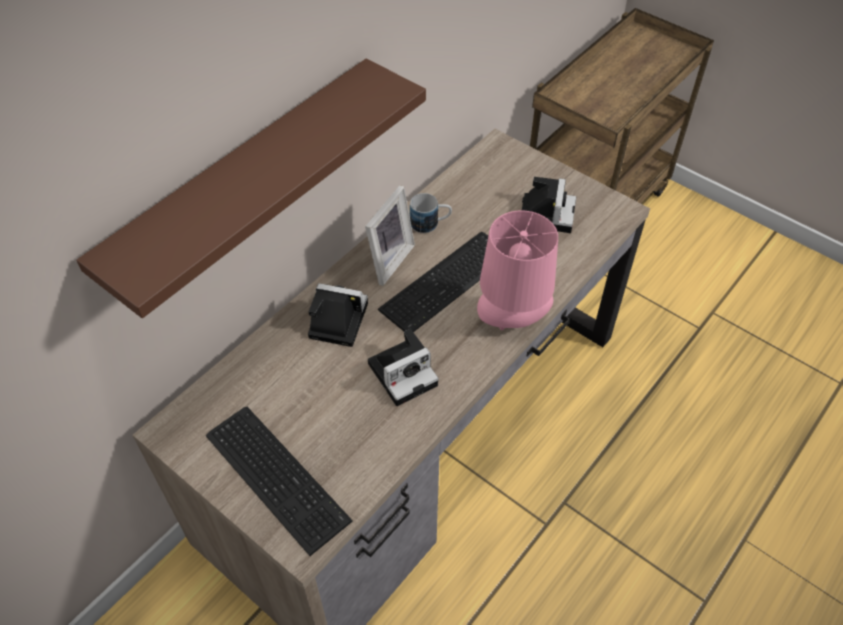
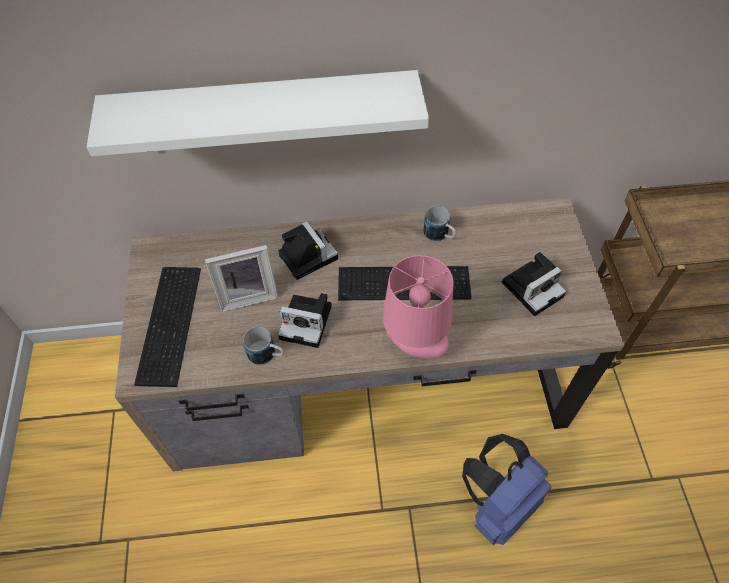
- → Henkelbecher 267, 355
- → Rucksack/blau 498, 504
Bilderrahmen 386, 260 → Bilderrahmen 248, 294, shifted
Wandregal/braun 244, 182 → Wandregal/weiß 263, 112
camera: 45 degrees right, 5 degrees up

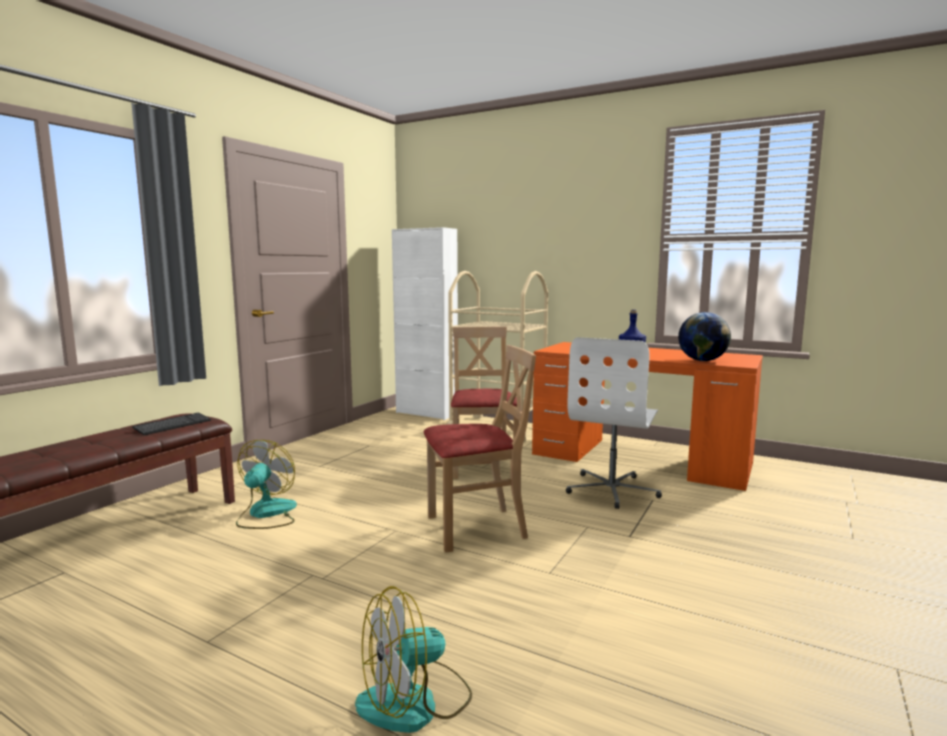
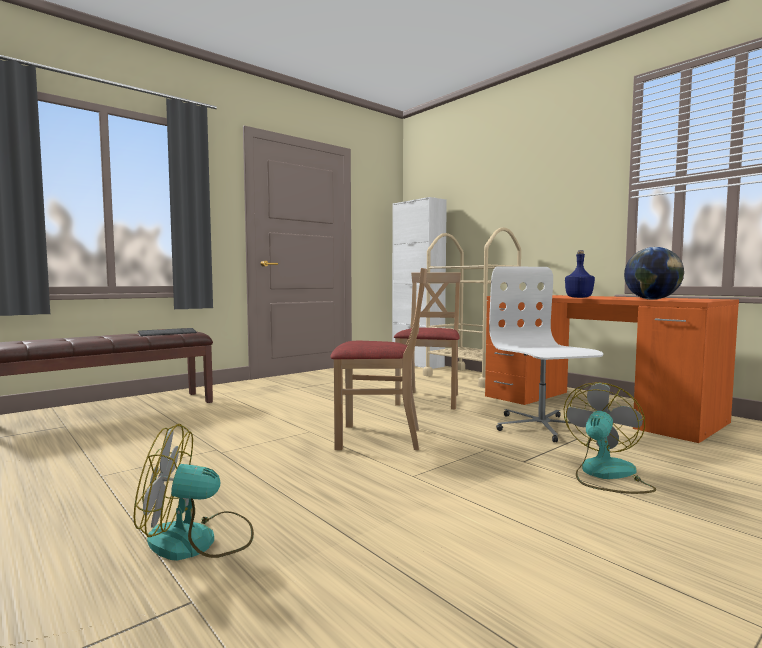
Ventilator 266, 514 → Ventilator 606, 475, shifted
Bürostuhl/weiß 612, 490 → Bürostuhl/weiß 540, 427, 120 degrees clockwise
camera: 20 degrees right, 5 degrees down

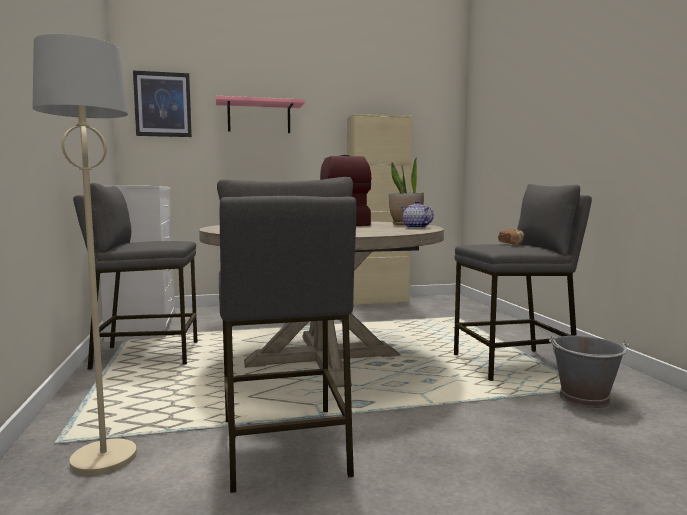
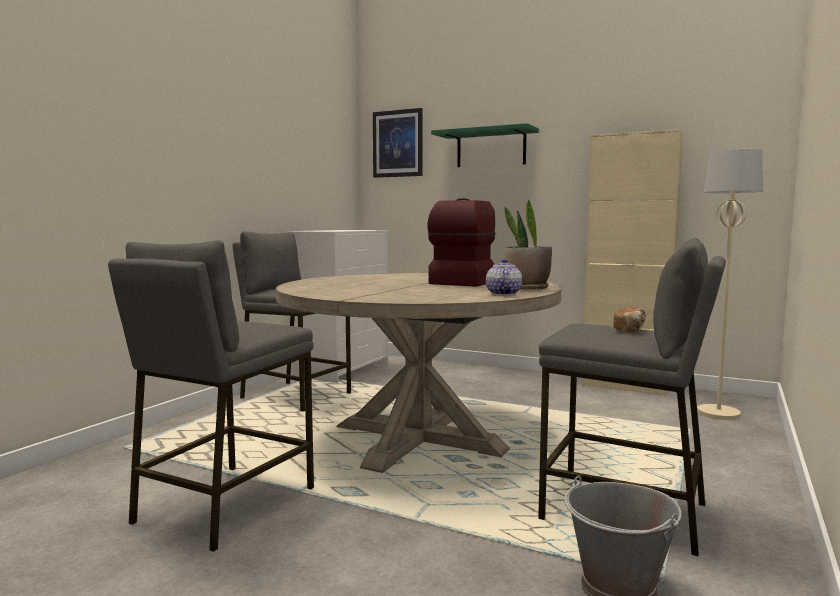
Stehlampe/beige 105, 458 → Stehlampe/beige 719, 413, shifted
Wandregal/rosa 259, 117 → Wandregal/grün 491, 148
camera: 40 degrees right, 0 degrees up

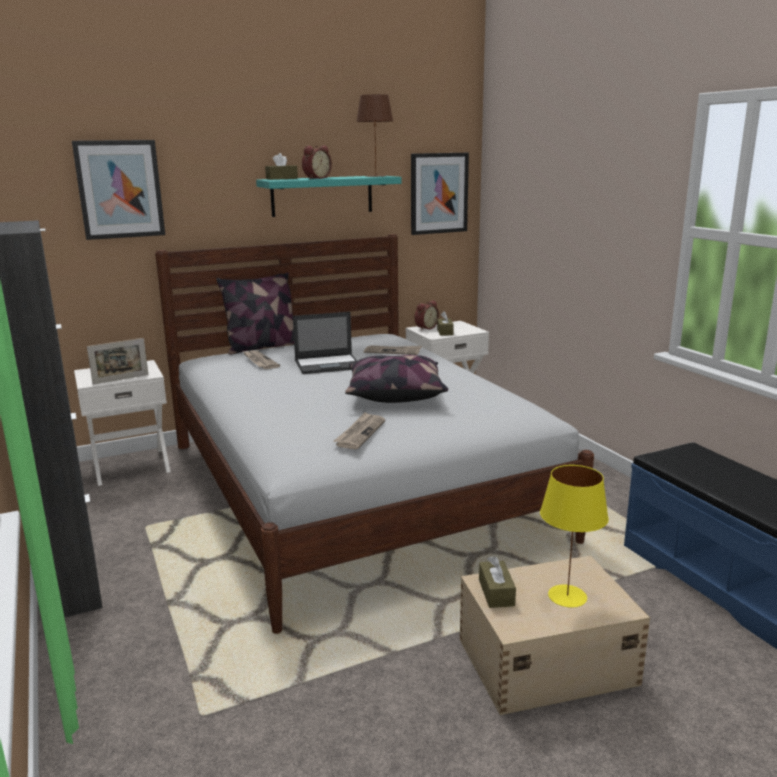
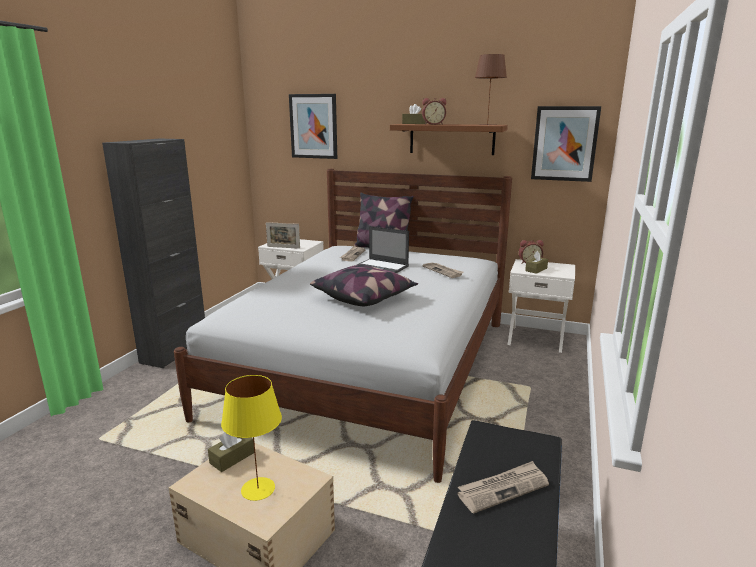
Zeitung 360, 433 → Zeitung 503, 488, shifted
Wandregal/türkis 322, 195 → Wandregal/braun 451, 139
camera: 45 degrees right, 0 degrees up

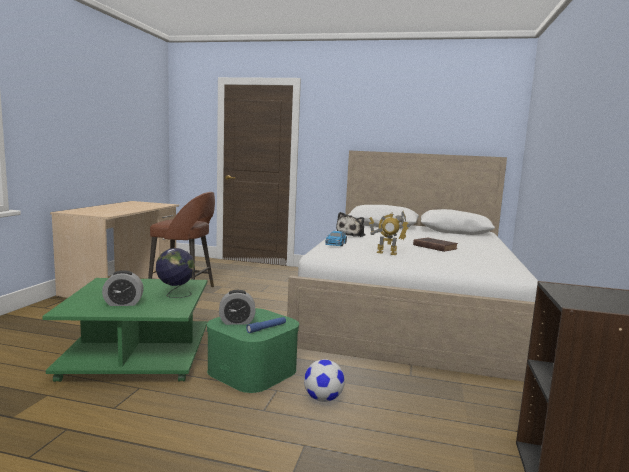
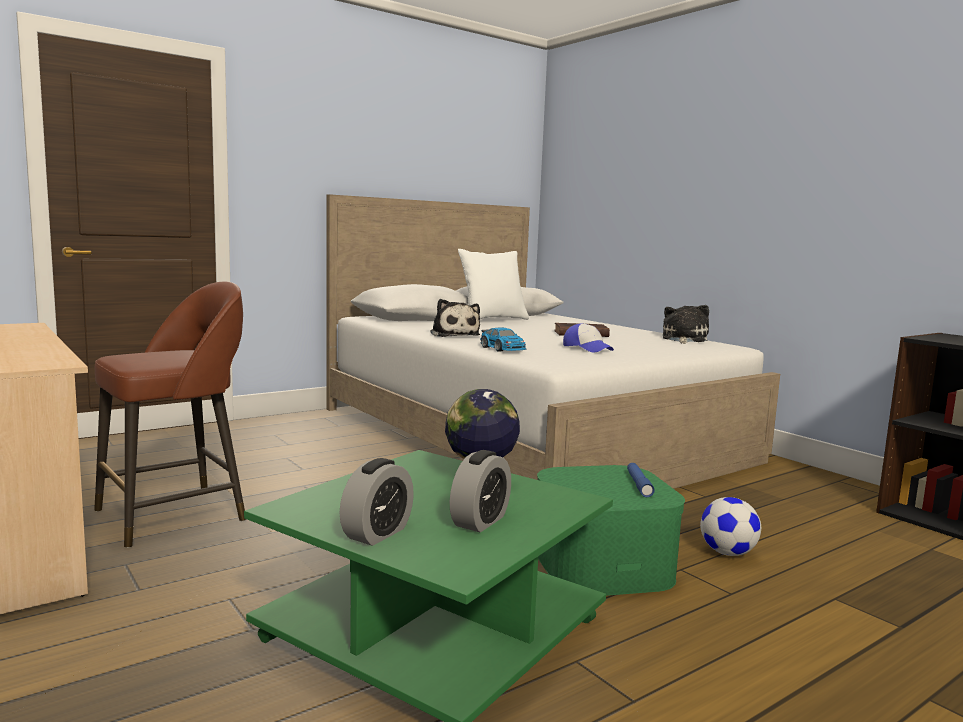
- → Kissen/weiß 492, 320
- → Plüschtier 683, 339
Wecker 237, 322 → Wecker 377, 533, shifted
Spielzeugroboter 386, 253 → Kappe 587, 348
camera: 50 degrees left, 0 degrees up

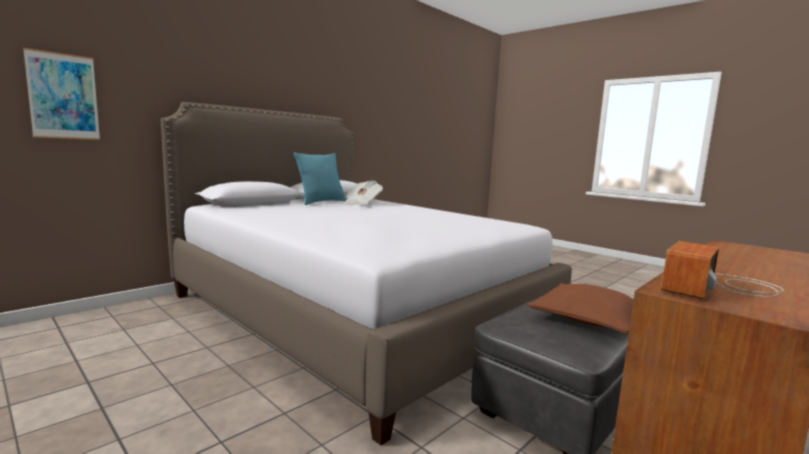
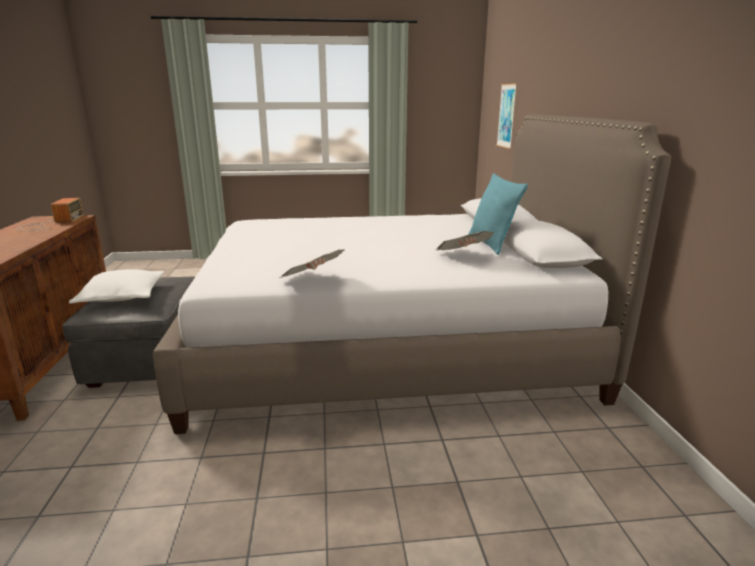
- → Zeitung 312, 280
Kissen/braun 587, 319 → Kissen/weiß 122, 296
camera: 130 degrees right, 10 degrees up

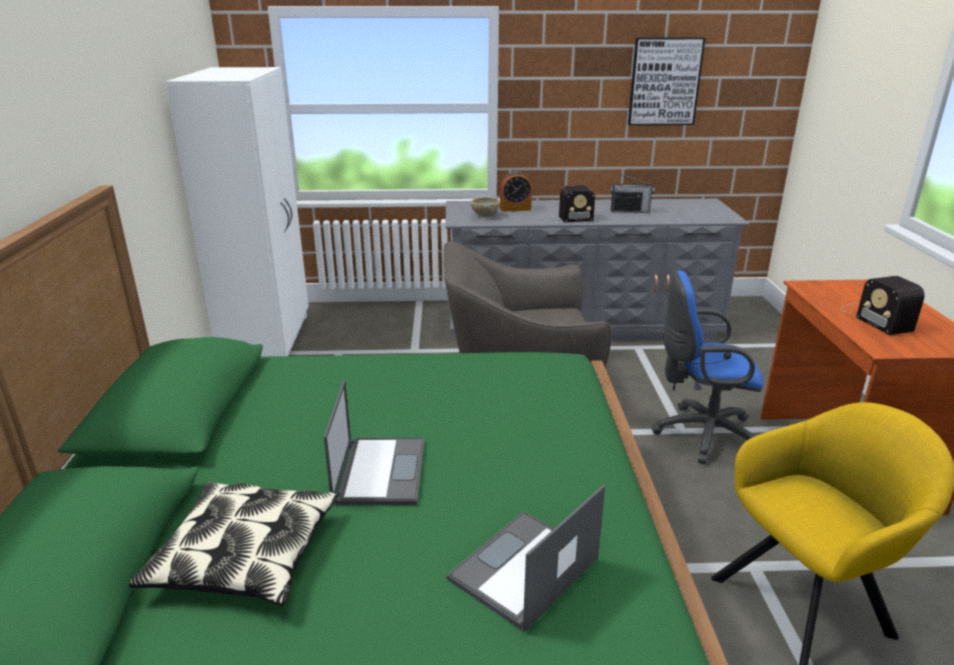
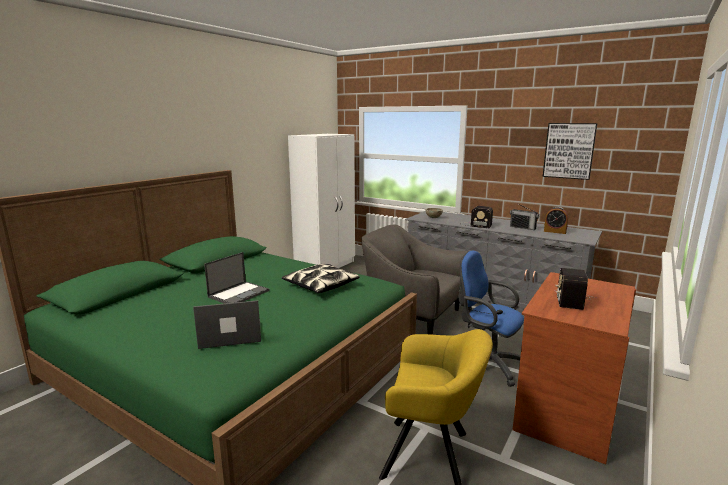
Kissen 244, 555 → Kissen 320, 285, shifted
Wecker 515, 209 → Wecker 555, 231, shifted
camera: 35 degrees right, 10 degrees down

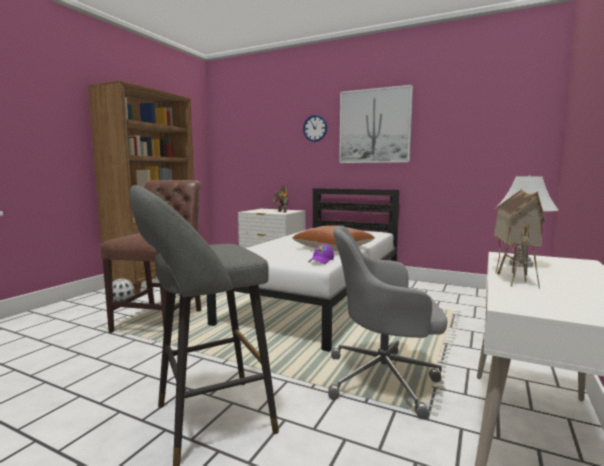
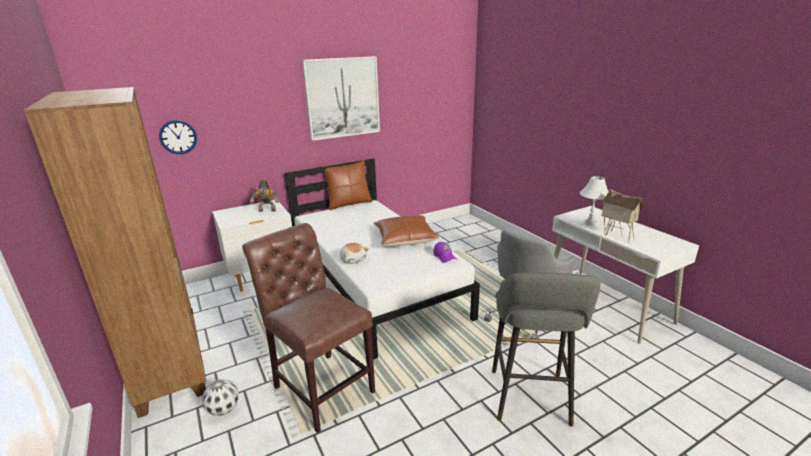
- → Kissen/braun 348, 204
- → Plüschtier 353, 259
Wanduhr 315, 128 → Wanduhr 178, 137, shifted
camera: 55 degrees left, 15 degrees up

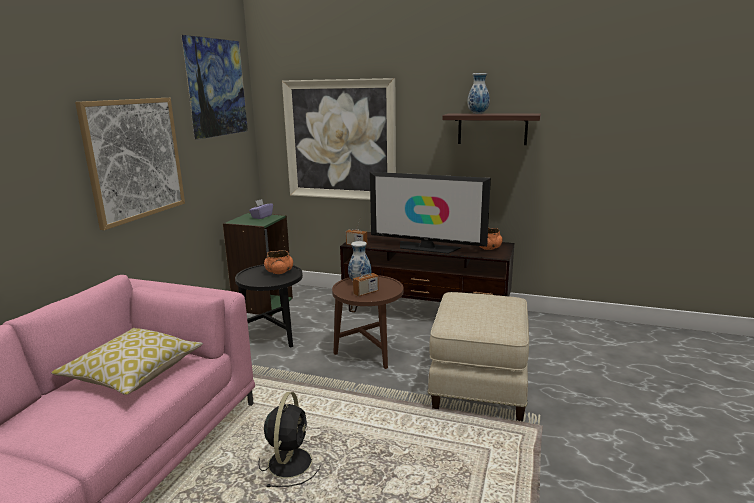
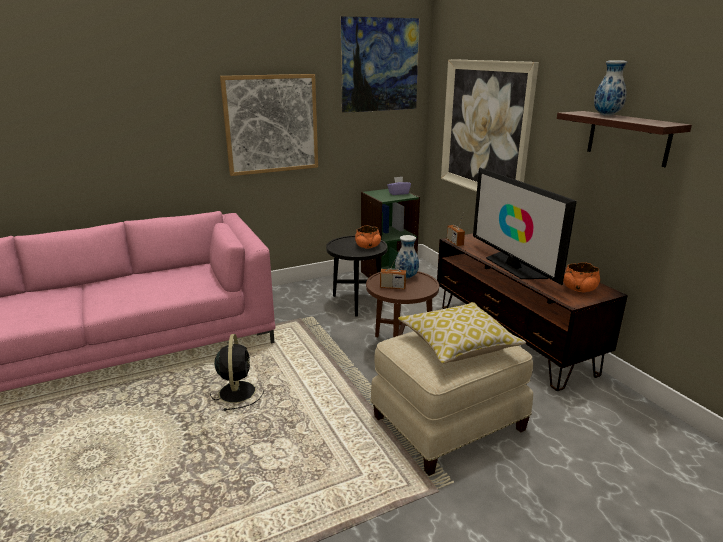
Kissen 134, 373 → Kissen 458, 344, shifted
Ventilator/schwarz 290, 461 → Ventilator/schwarz 237, 391, 60 degrees counterclockwise
camera: 45 degrees right, 5 degrees up

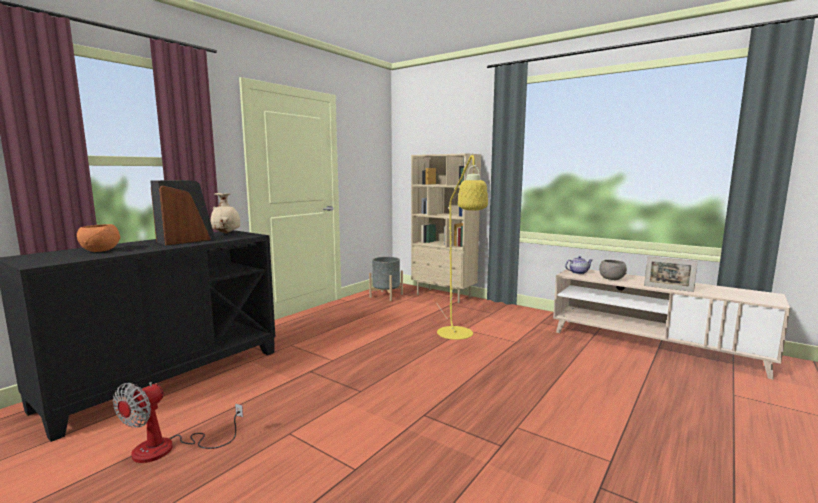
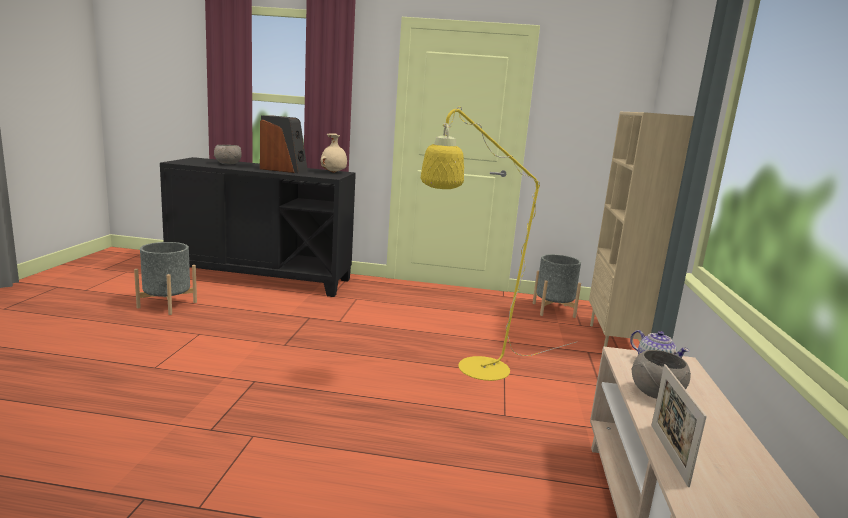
Ventilator 168, 448 → Pflanzkübel/grau 167, 305
Schüssel/orange 101, 250 → Schüssel/grau 228, 164
camera: 60 degrees right, 5 degrees up

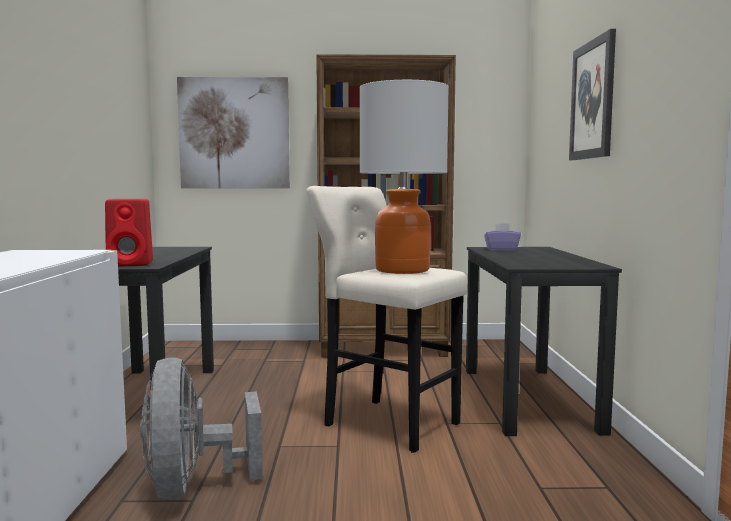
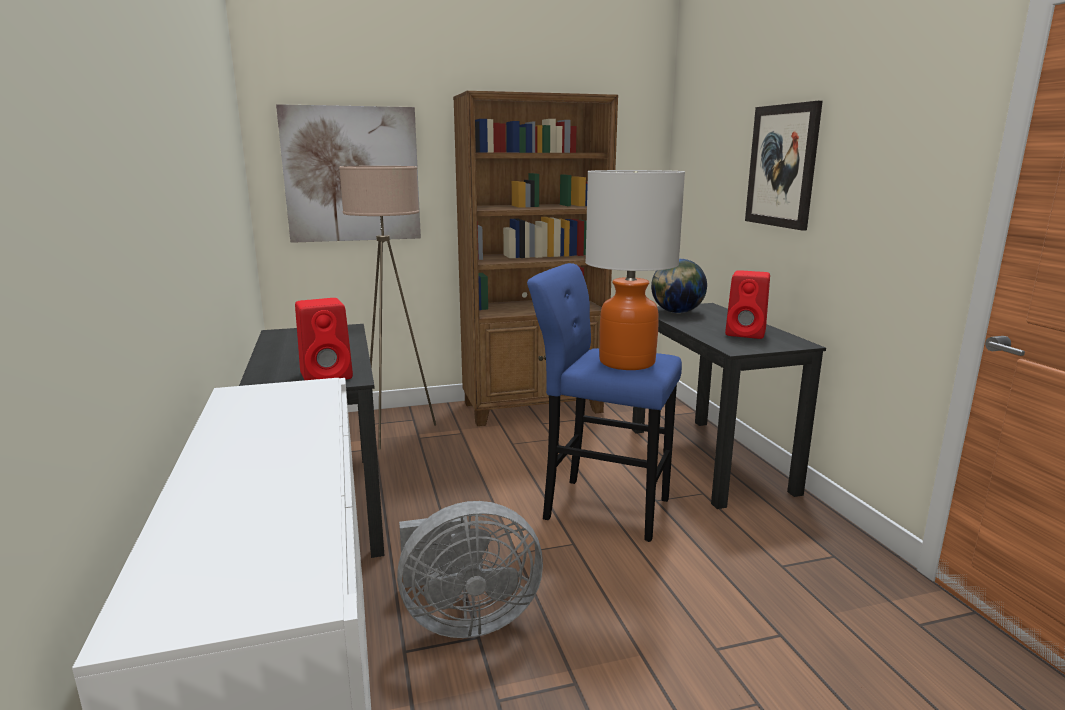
- → Stehlampe/beige 394, 432
- → Lautsprecher/rot 747, 333
Taschentuchbox/lila 501, 249 → Globus 677, 312
Hocker/beige 386, 422 → Hocker/blau 600, 507
Ventilator/grau 192, 486 → Ventilator/grau 465, 619, 75 degrees counterclockwise
camera: 15 degrees left, 10 degrees up

